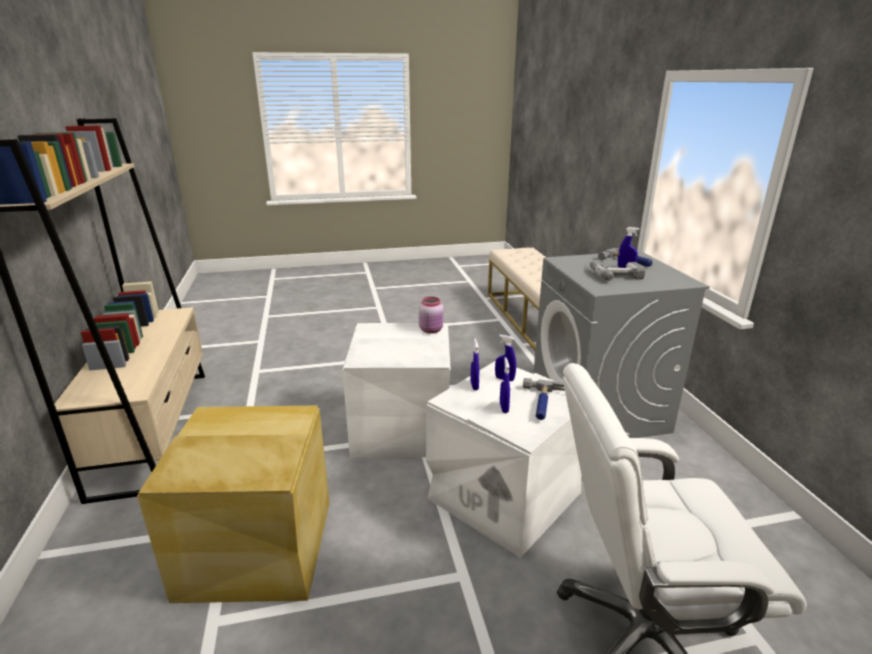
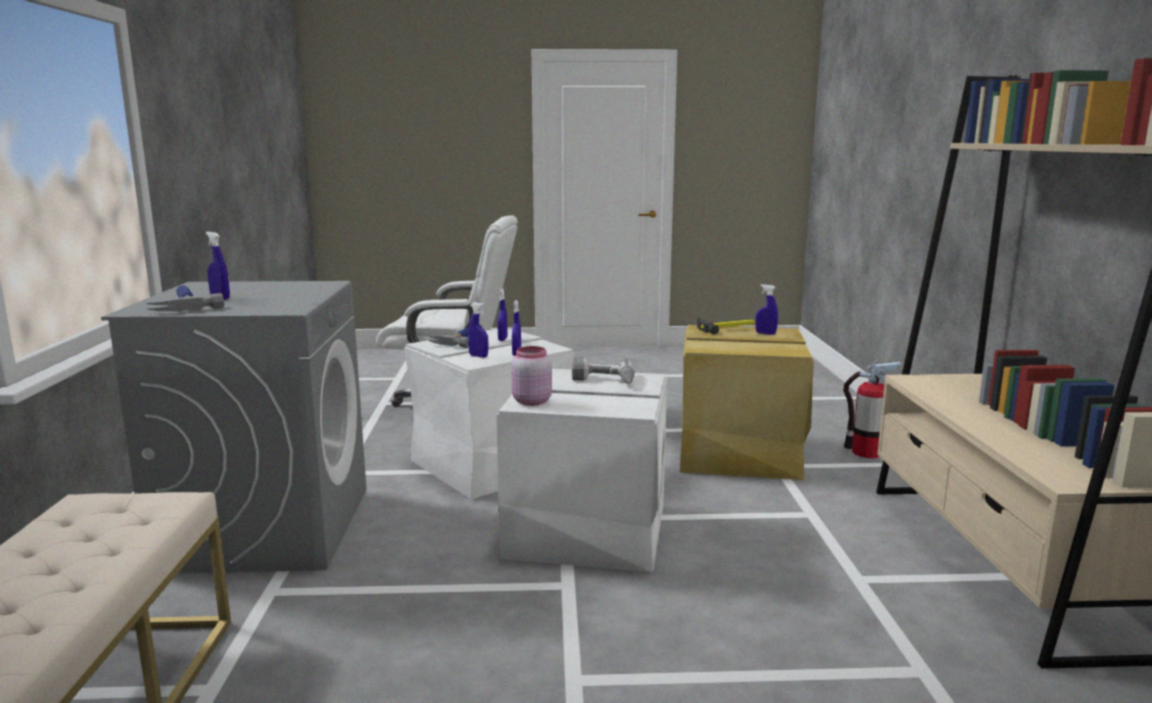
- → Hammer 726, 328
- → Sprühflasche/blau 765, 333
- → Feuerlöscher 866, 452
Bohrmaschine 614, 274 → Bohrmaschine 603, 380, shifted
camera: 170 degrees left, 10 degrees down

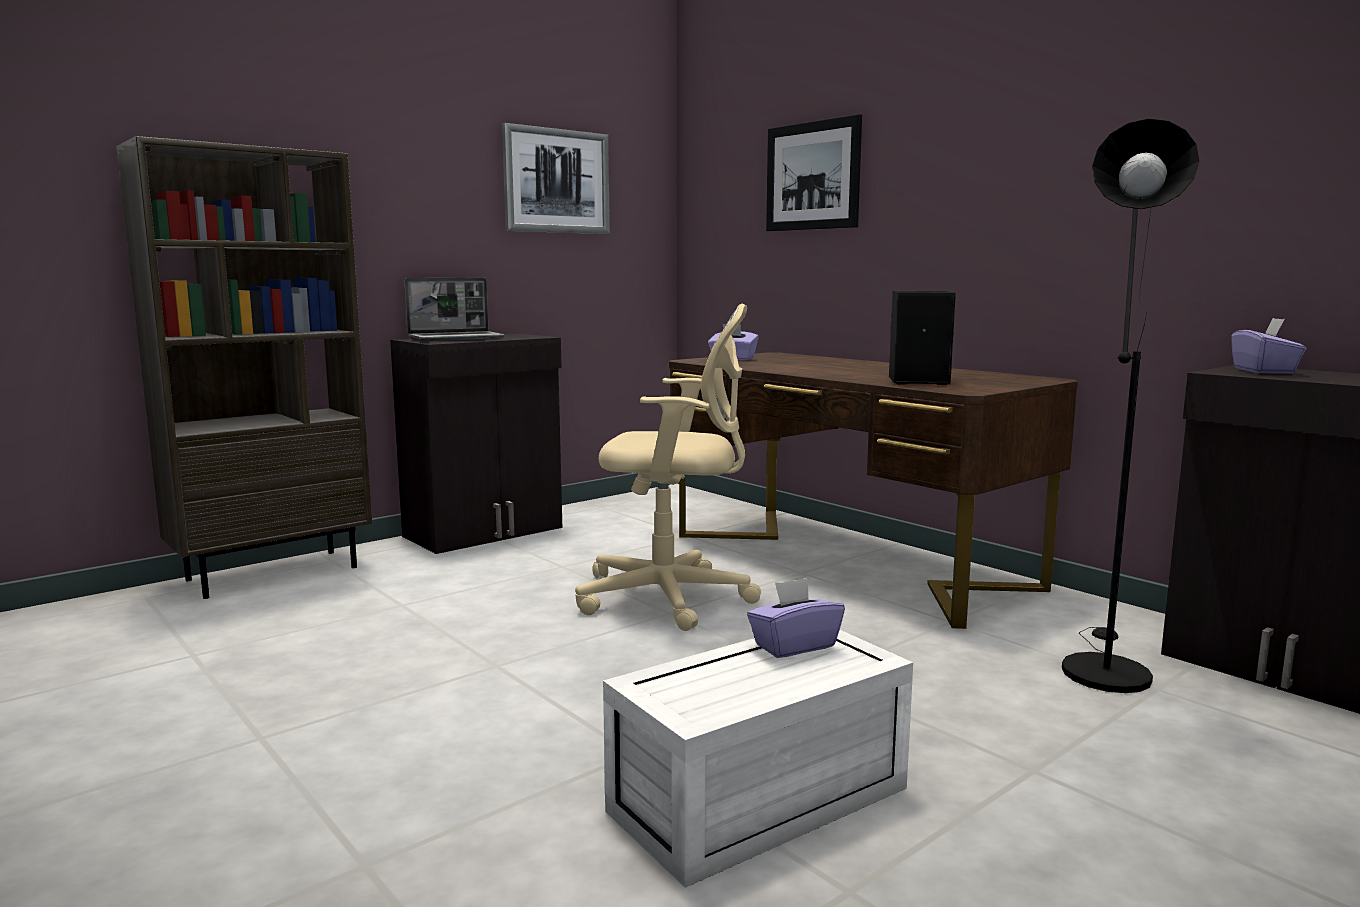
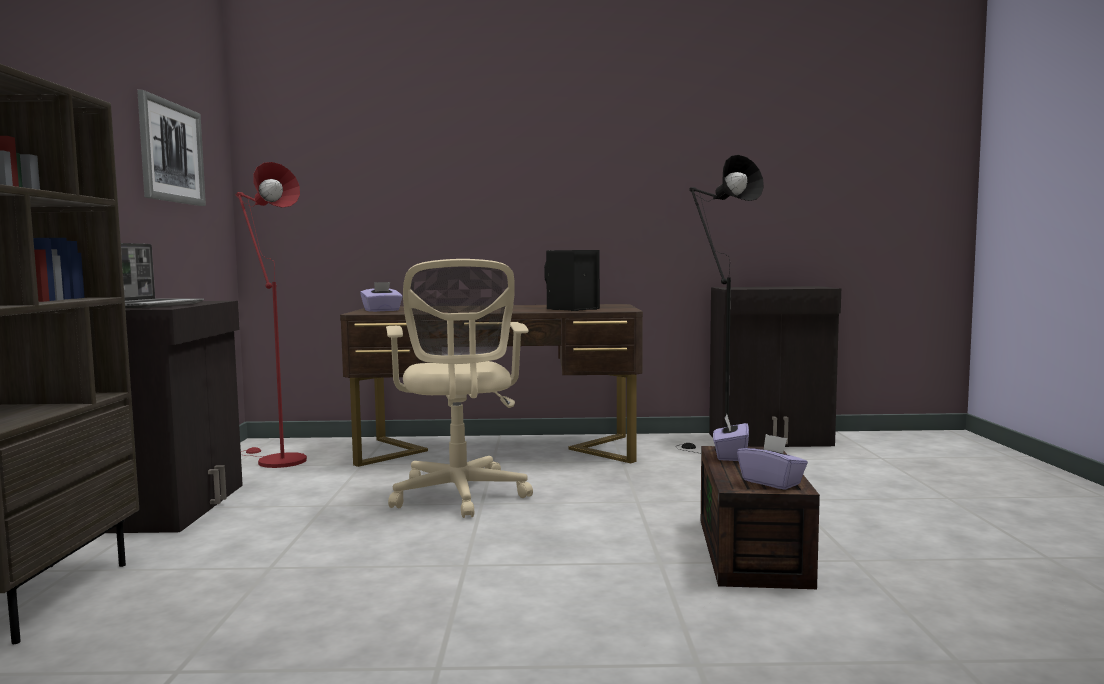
Bild 812, 176 → -
- → Stehlampe/rot 276, 460
Taschentuchbox/lila 1264, 371 → Taschentuchbox/lila 771, 482, shifted
Aufbewahrungsbox/weiß 758, 803 → Aufbewahrungsbox/braun 755, 552
Bürostuhl/beige 672, 598 → Bürostuhl/beige 460, 496, 120 degrees clockwise
camera: 50 degrees left, 5 degrees down

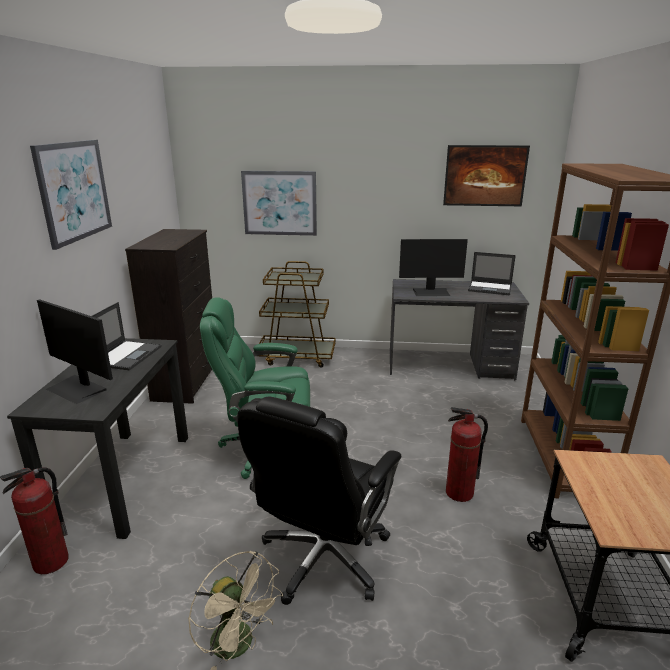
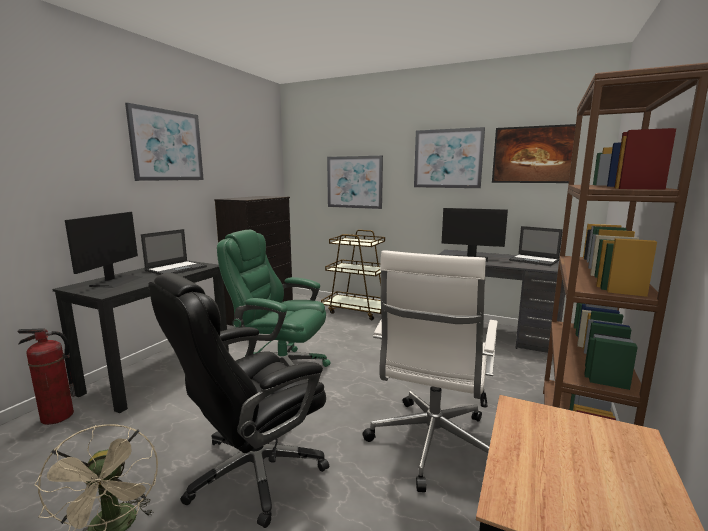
- → Bild 448, 158
Feuerlöscher 459, 493 → Bürostuhl/weiß 431, 445
Monitor 77, 389 → Monitor 116, 281, 135 degrees counterclockwise
camera: 20 degrees right, 10 degrees down

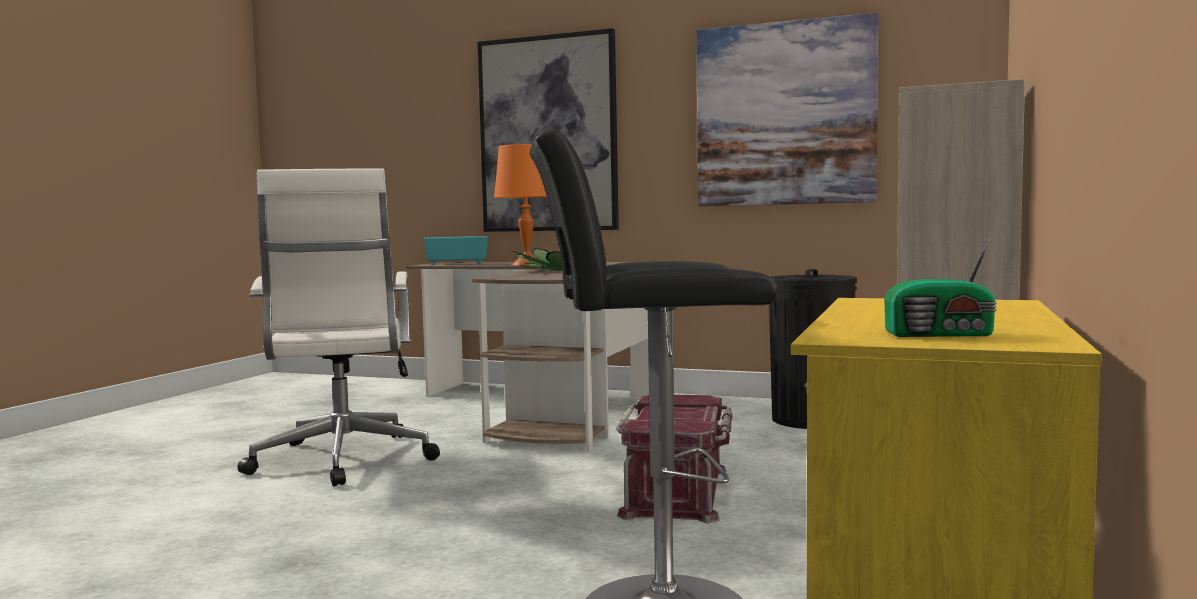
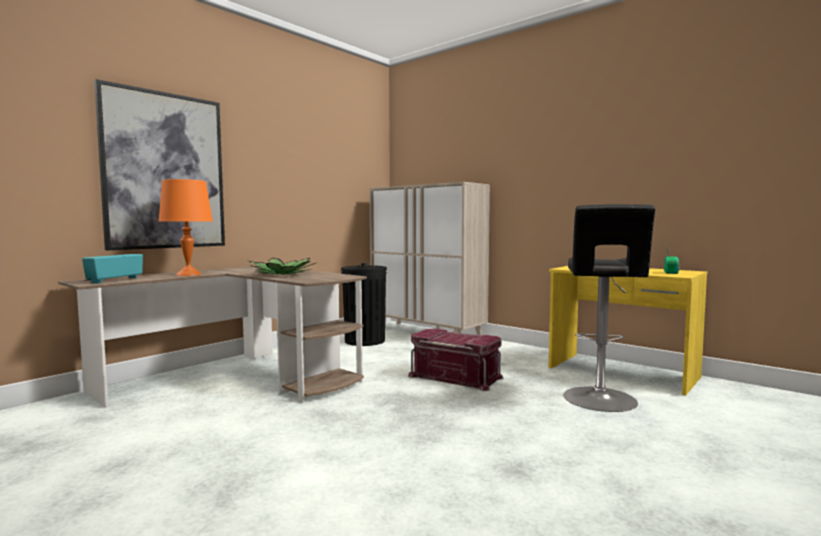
Bürostuhl/weiß 342, 461 → -
Bild 785, 114 → -
camera: 70 degrees left, 0 degrees up

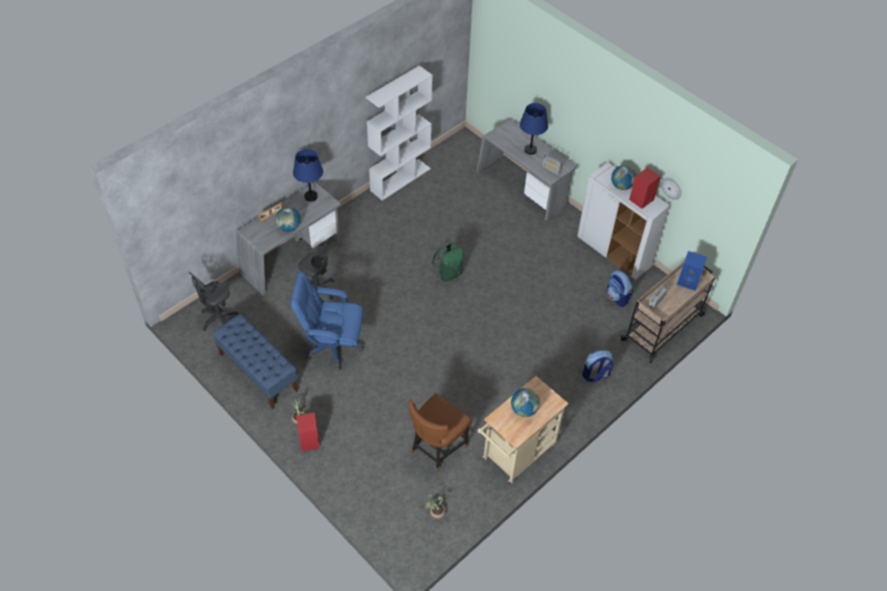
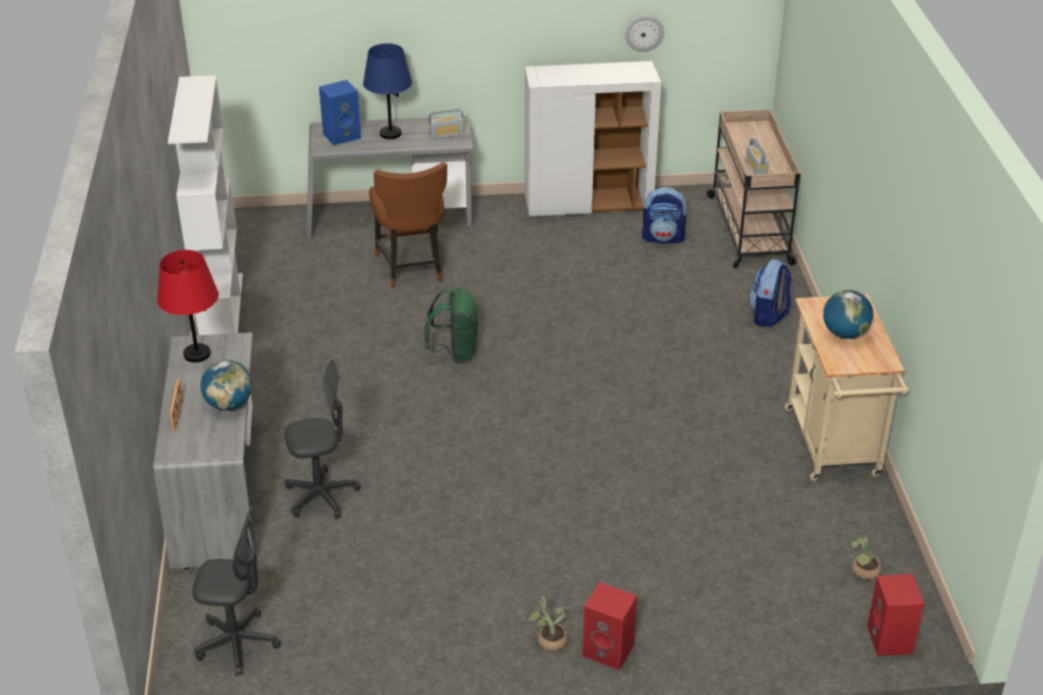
Bank/blau 258, 372 → -
Bürostuhl/blau 332, 346 → -
Globus 621, 186 → -
Stuhl/braun 436, 448 → Stuhl/braun 411, 268, shifted
Lautsprecher/rot 641, 200 → Lautsprecher/rot 891, 640, shifted
Lautsprecher/blau 688, 281 → Lautsprecher/blau 342, 135, shifted
Tischlampe/blau 310, 196 → Tischlampe/rot 196, 354
Bürostuhl/grau 219, 319 → Bürostuhl/grau 237, 643, 75 degrees counterclockwise
camera: 50 degrees left, 15 degrees down

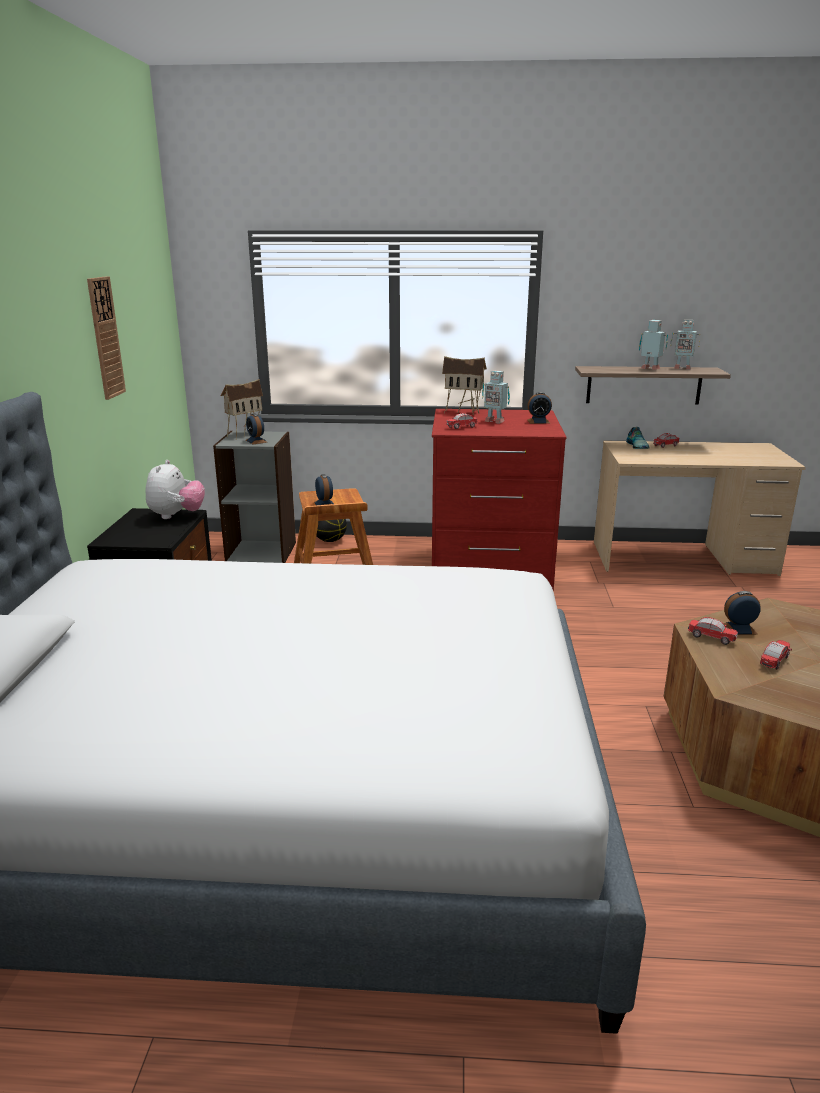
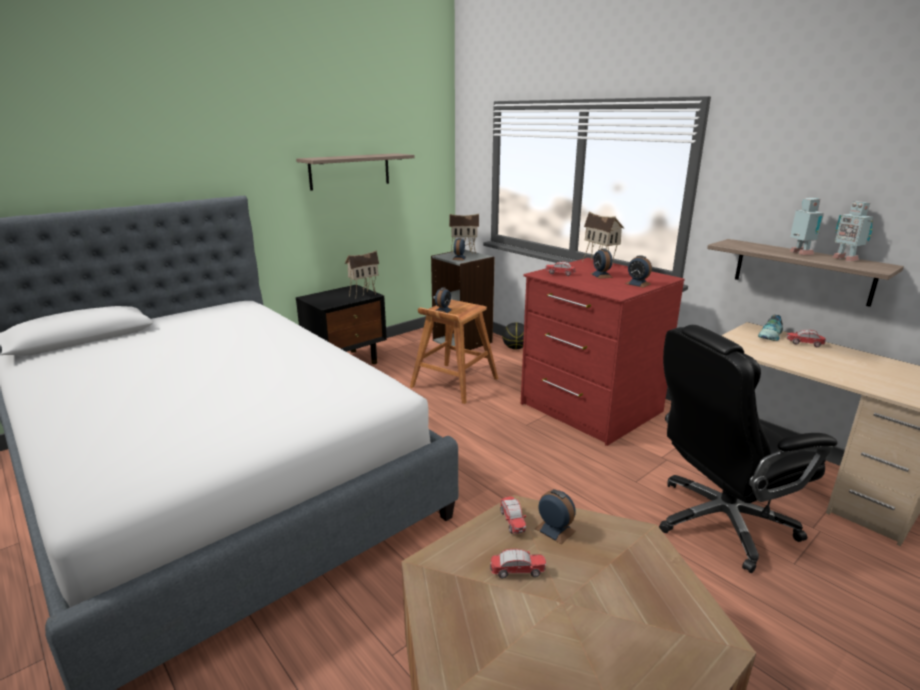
- → Bürostuhl/schwarz 719, 522
Wanduhr 105, 338 → Wandregal 350, 171
Plüschtier 176, 516 → Spielzeughaus 363, 294
Spielzeugroboter 494, 421 → Wecker 601, 275
camera: 45 degrees right, 0 degrees up

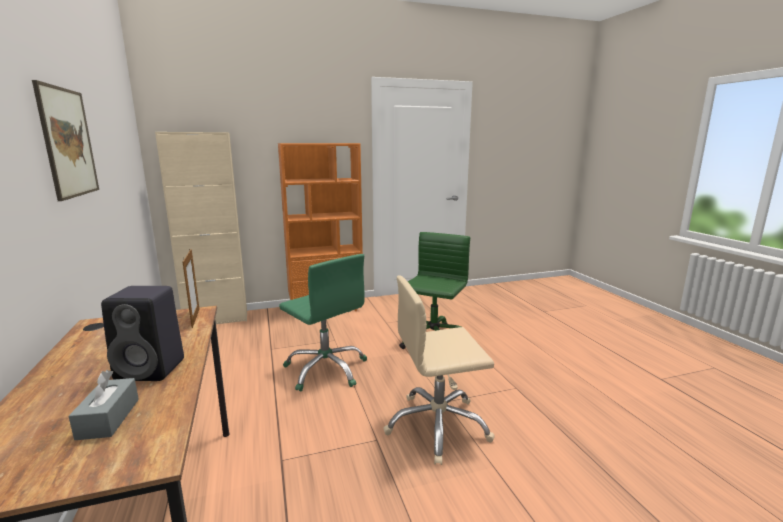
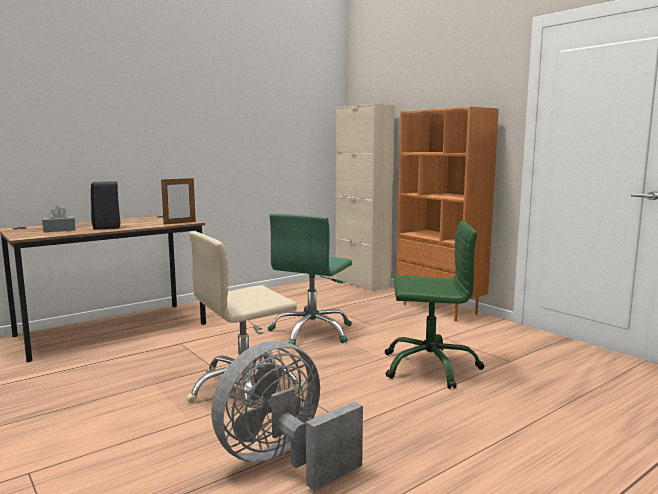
Bild 68, 142 → -
- → Ventilator/grau 283, 461
Bürostuhl/beige 437, 426 → Bürostuhl/beige 244, 389, 90 degrees counterclockwise
camera: 70 degrees right, 5 degrees down

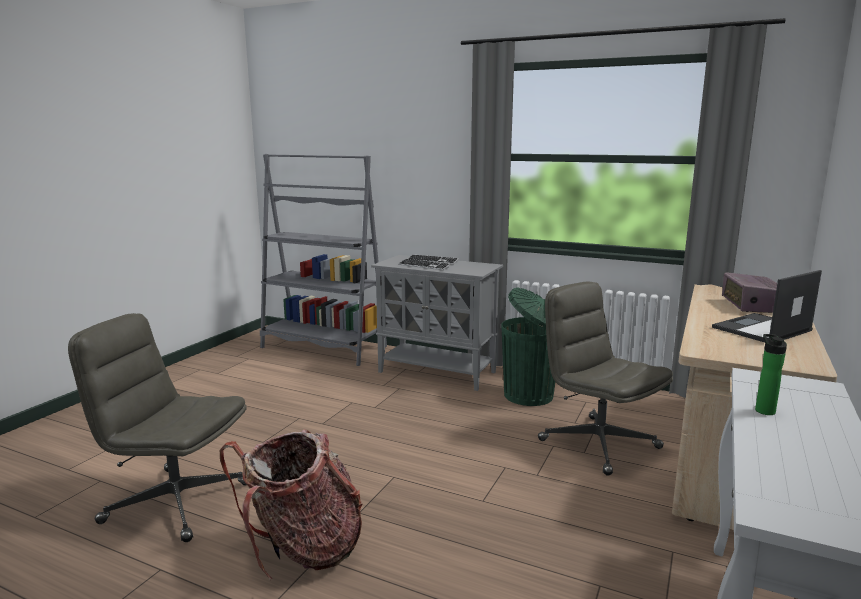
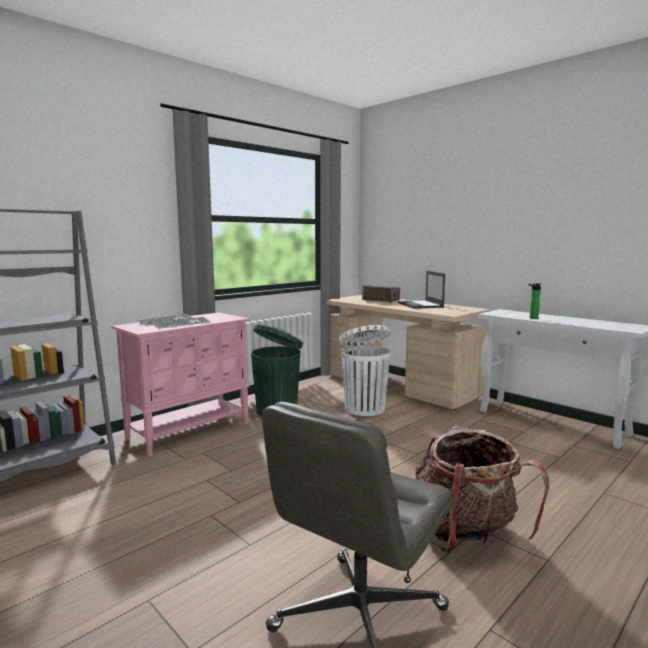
Bürostuhl/grau 597, 443 → Mülleimer/weiß 364, 408
Schrank/grau 438, 372 → Schrank/rosa 190, 431
camera: 70 degrees left, 5 degrees down

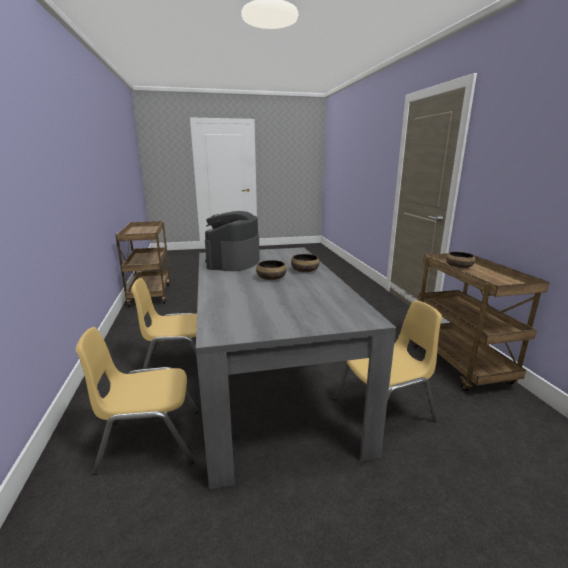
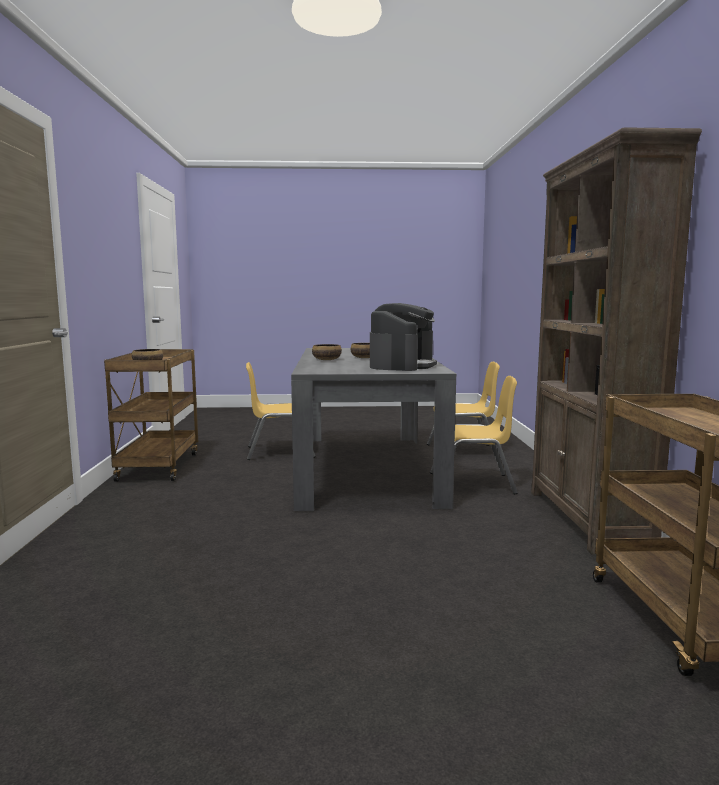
- → Bücherregal/braun 587, 519
camera: 170 degrees left, 10 degrees down

